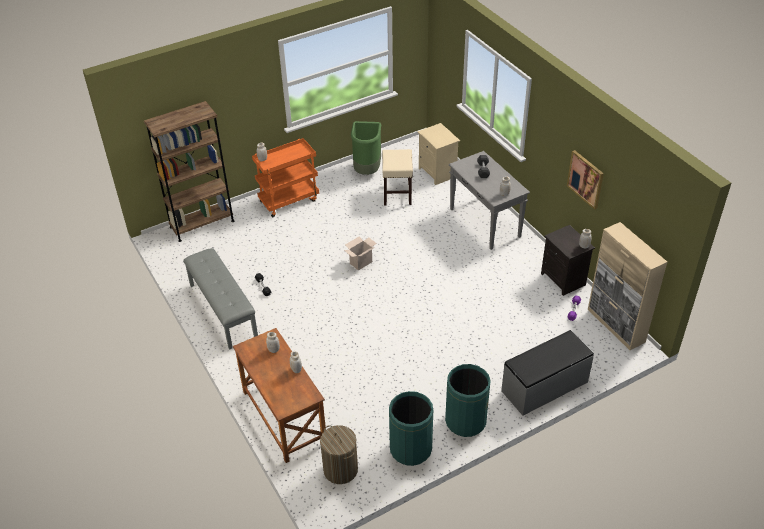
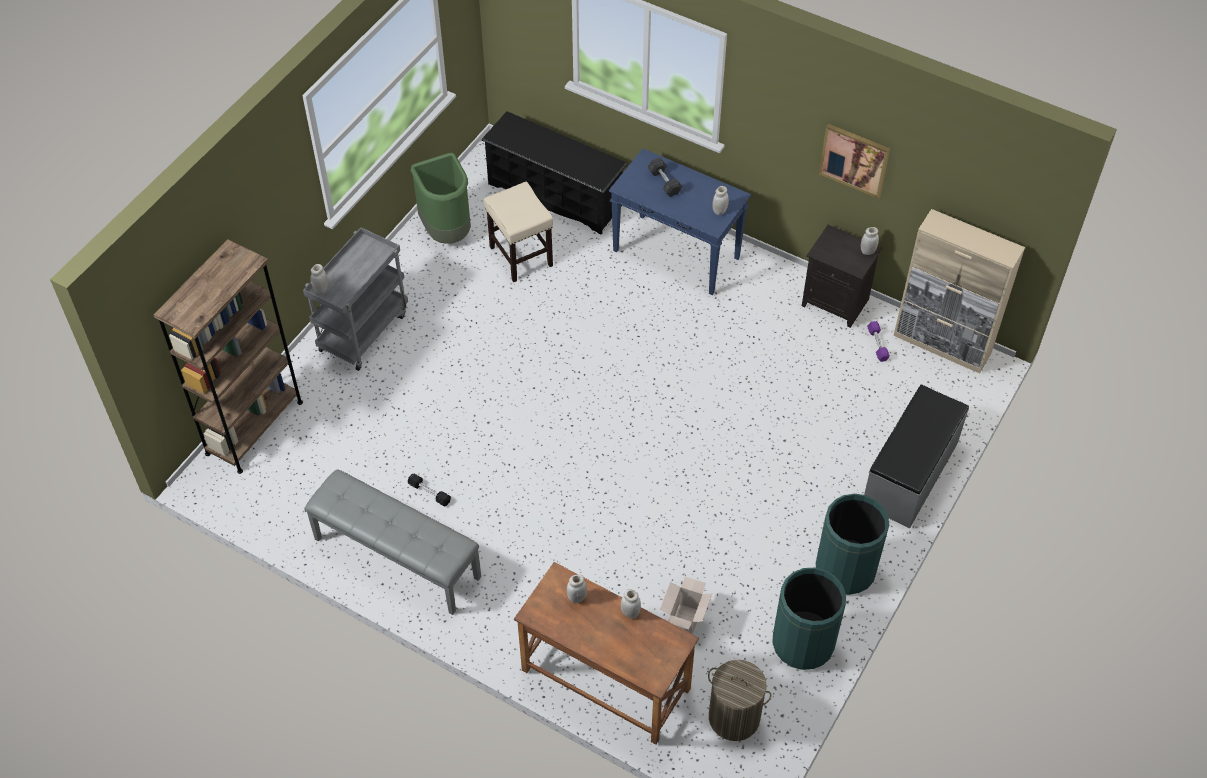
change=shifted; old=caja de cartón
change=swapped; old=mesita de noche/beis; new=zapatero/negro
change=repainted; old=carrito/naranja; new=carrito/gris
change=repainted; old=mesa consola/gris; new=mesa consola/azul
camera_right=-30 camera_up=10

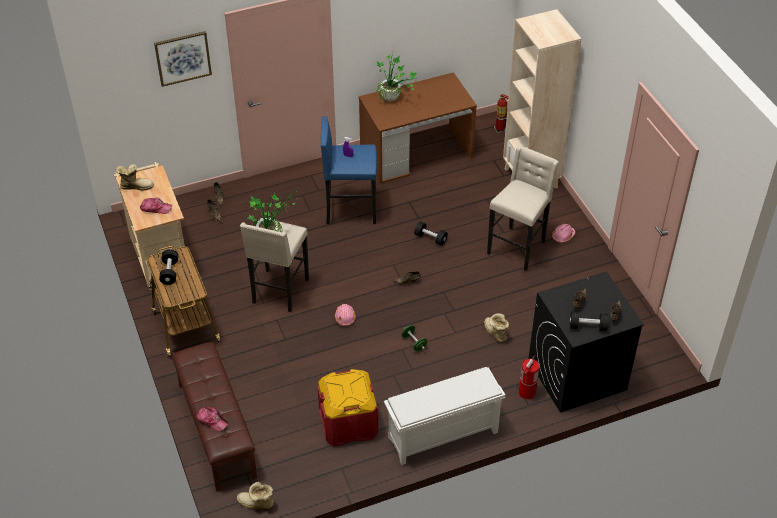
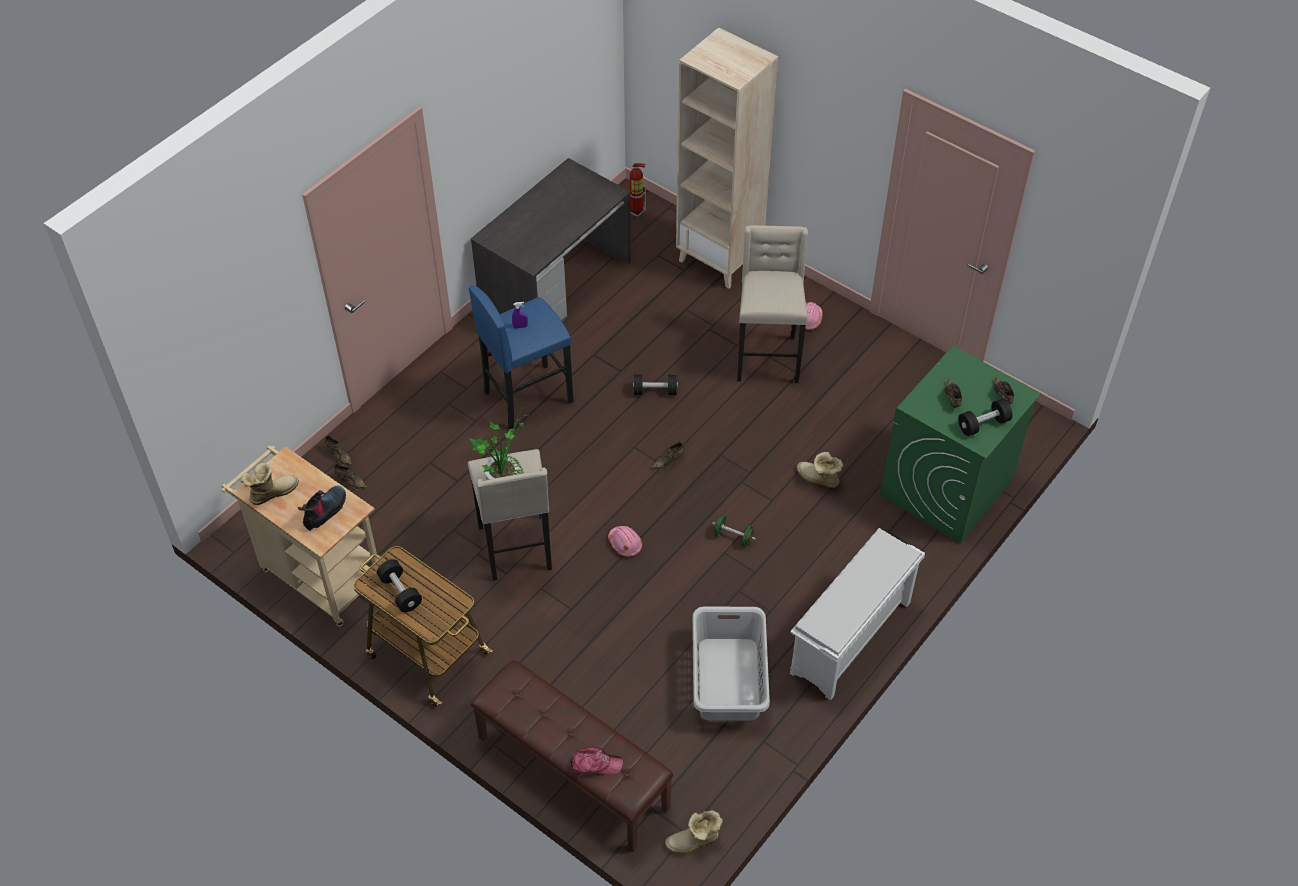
change=gone; old=cuadro
change=gone; old=planta en maceta (no. 2 from left)
change=gone; old=extintor (no. 2 from left)
change=swapped; old=gorra (no. 1 from left); new=bota (no. 2 from left)
change=swapped; old=caja de almacenaje/rojo; new=cesto de la ropa/gris
change=repainted; old=escritorio/marrón; new=escritorio/gris
change=repainted; old=lavadora/negro; new=lavadora/verde
camera_right=-30 camera_up=5

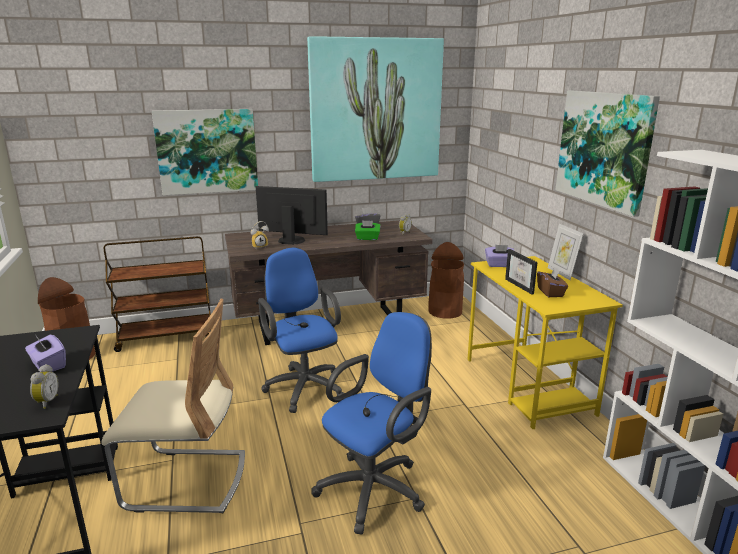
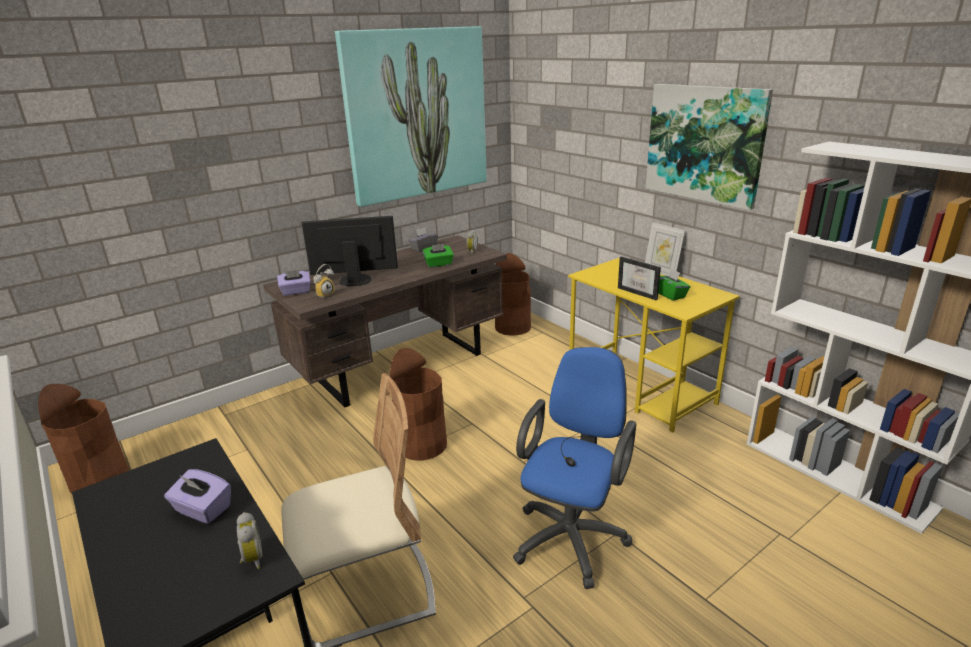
change=gone; old=carrito/marrón
change=gone; old=cuadro (no. 1 from left)
change=shifted; old=caja de pañuelos/morado (no. 2 from left)
change=swapped; old=silla de oficina/azul (no. 1 from left); new=papelera/marrón (no. 2 from left)
change=repainted; old=caja de pañuelos/marrón; new=caja de pañuelos/verde (no. 2 from left)
camera_right=-20 camera_up=5

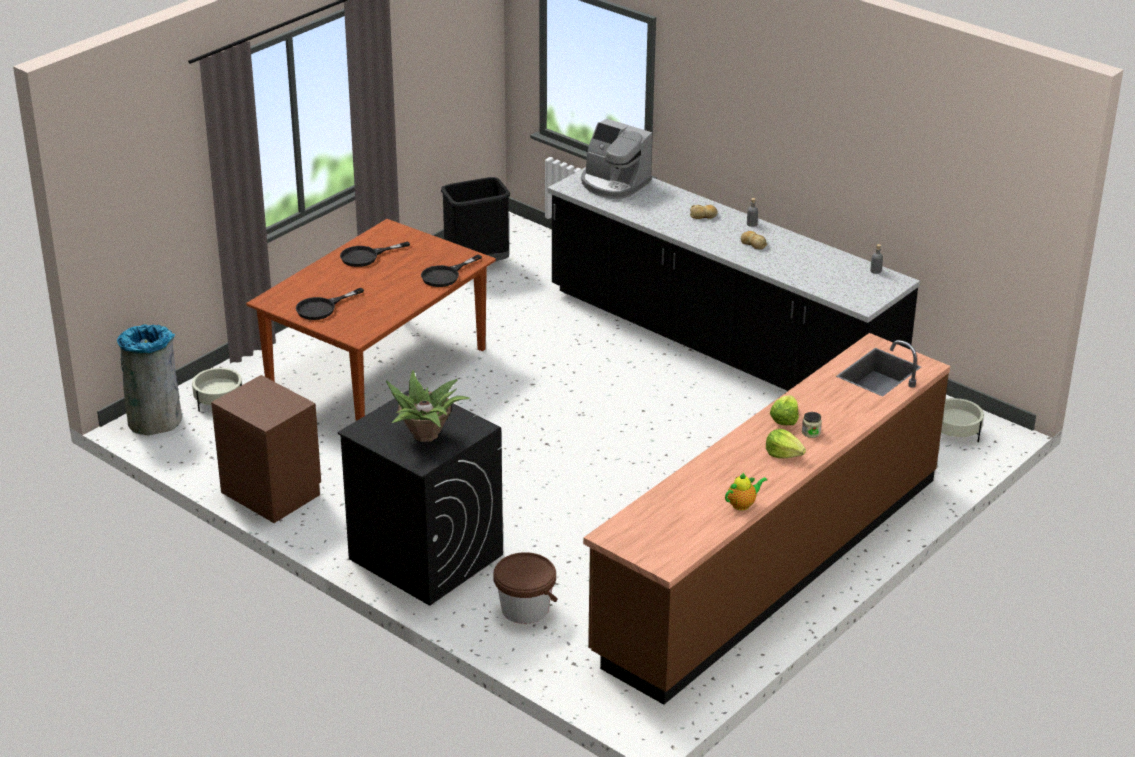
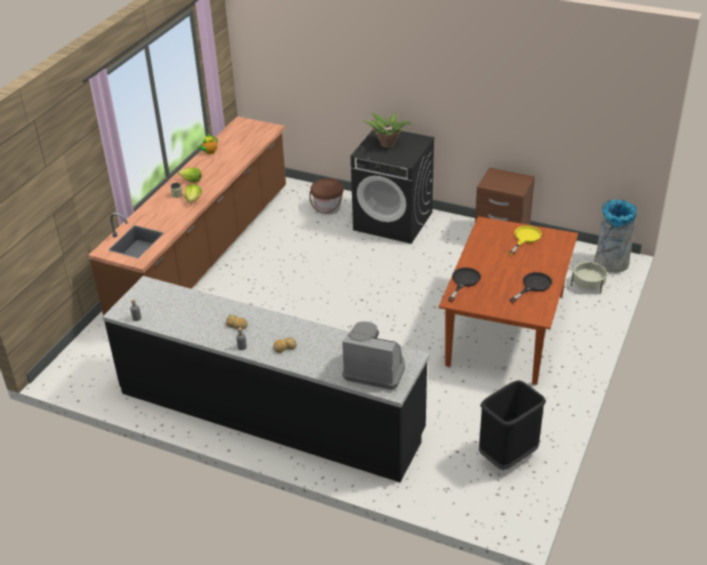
change=gone; old=maceta/beis (no. 2 from left)
change=repainted; old=sartén/negro (no. 1 from left); new=sartén/amarillo
camera_right=165 camera_up=5

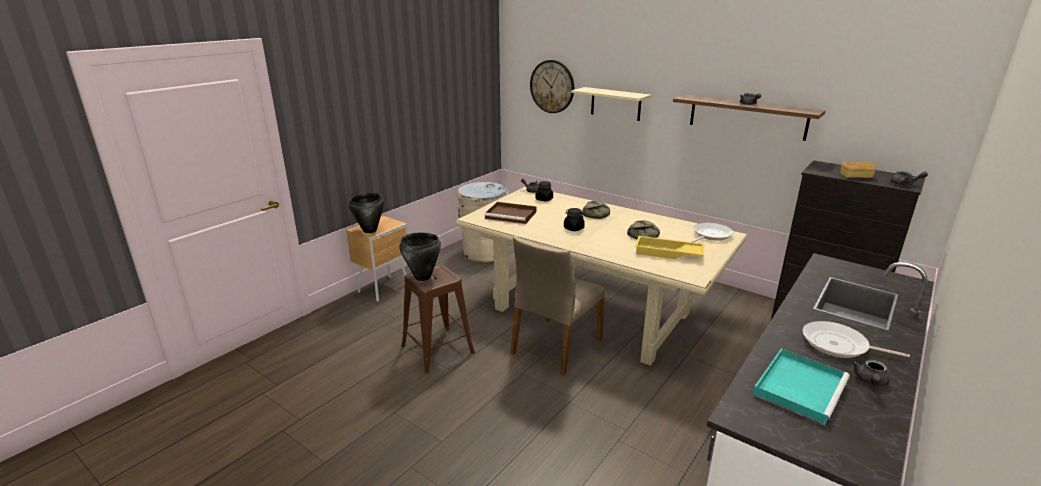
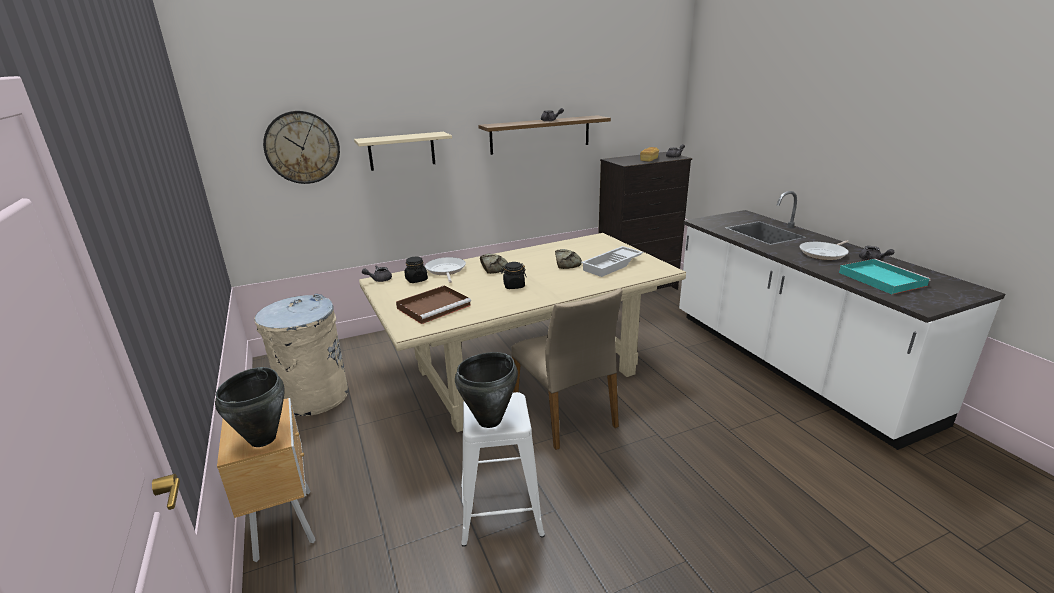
change=shifted; old=sartén (no. 1 from left)
change=repainted; old=taburete/marrón; new=taburete/blanco
change=repainted; old=bandeja/amarillo; new=bandeja/blanco
camera_right=-60 camera_up=0

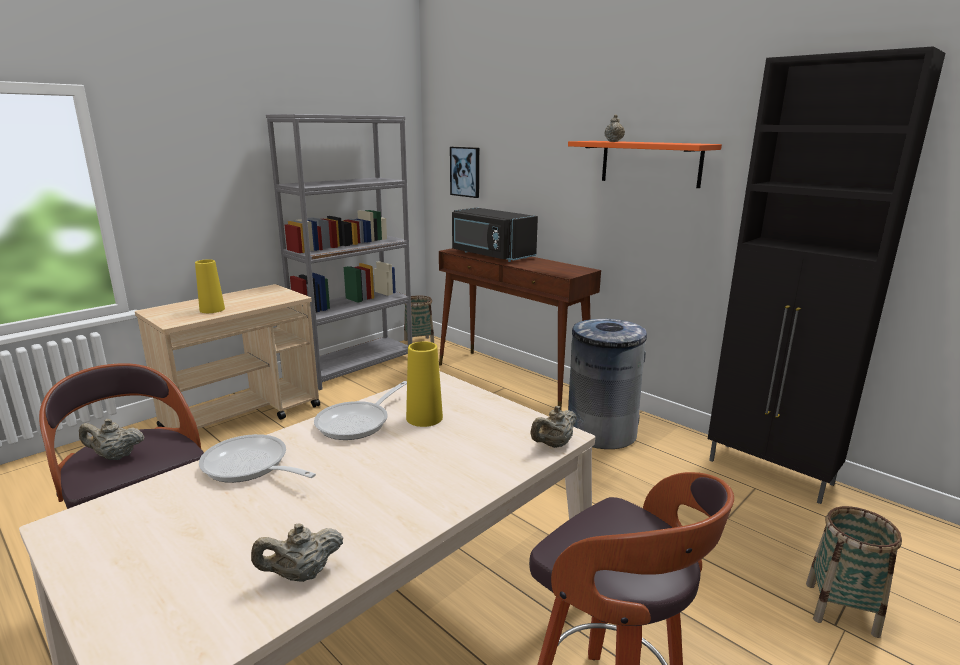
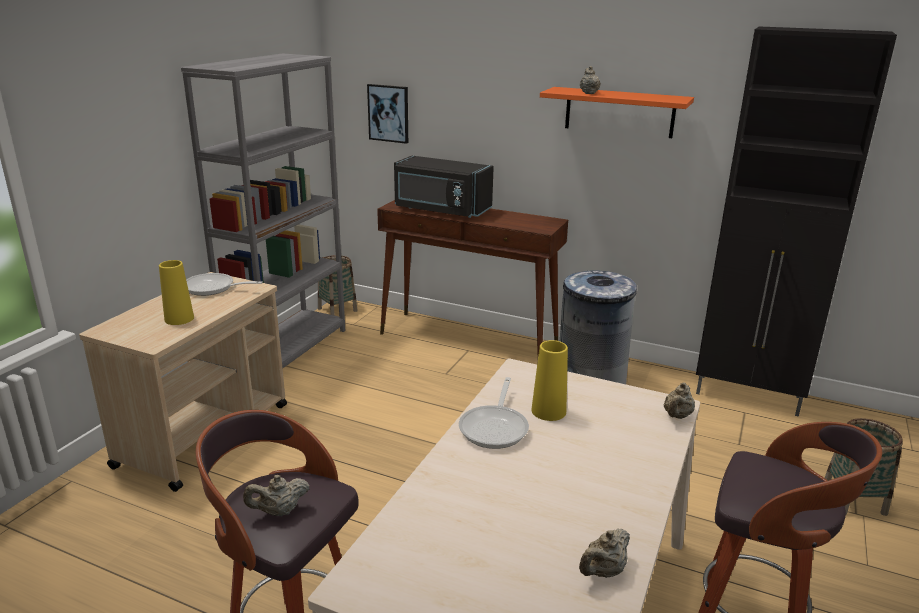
change=shifted; old=sartén (no. 1 from left)
camera_right=-20 camera_up=5

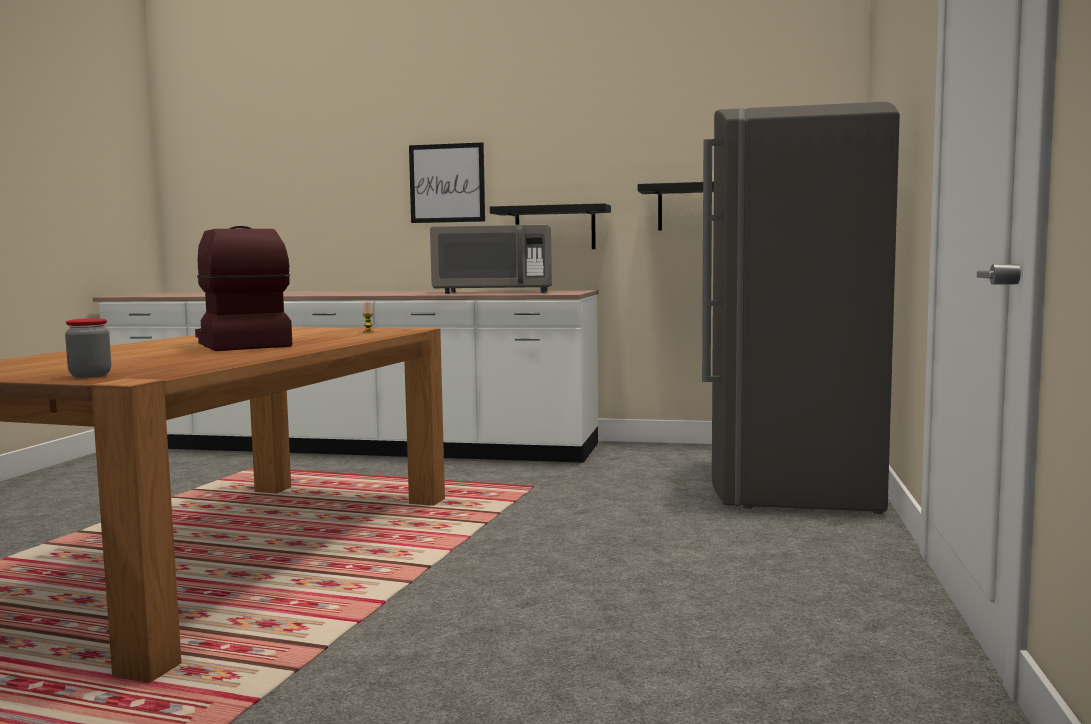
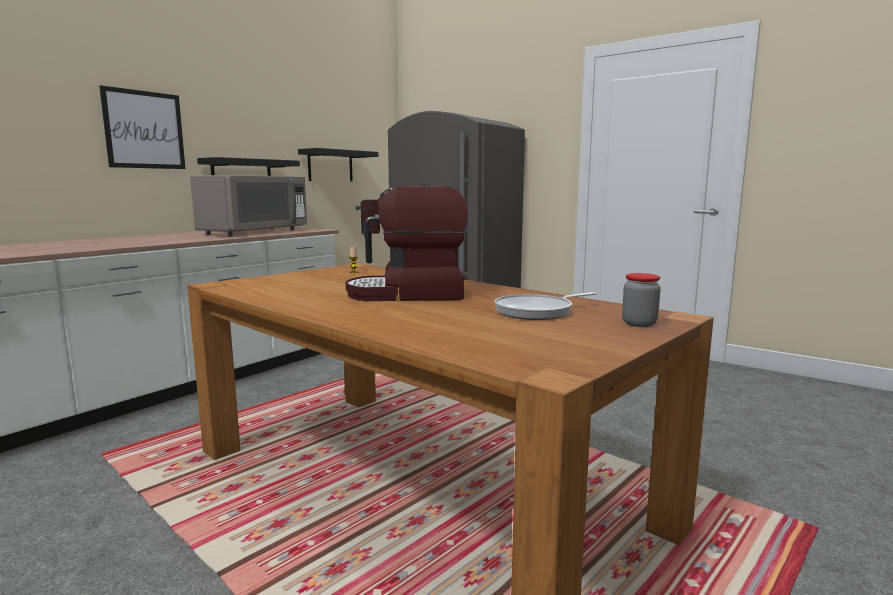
change=new; new=sartén
camera_right=-65 camera_up=5

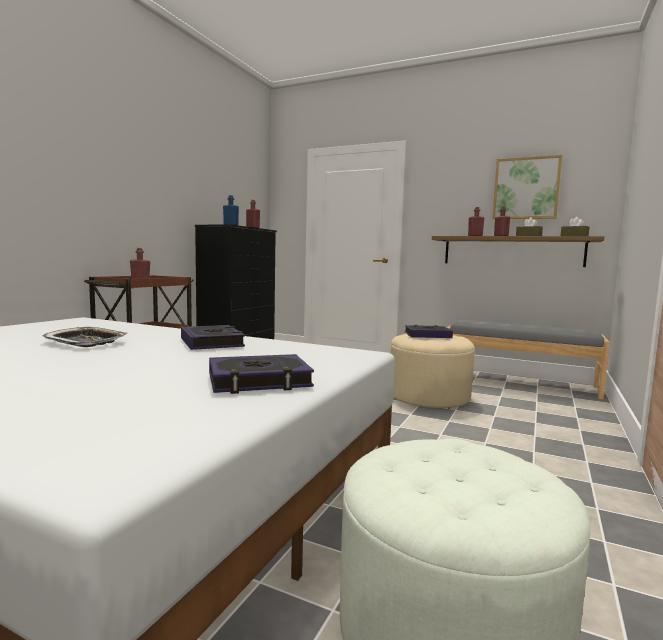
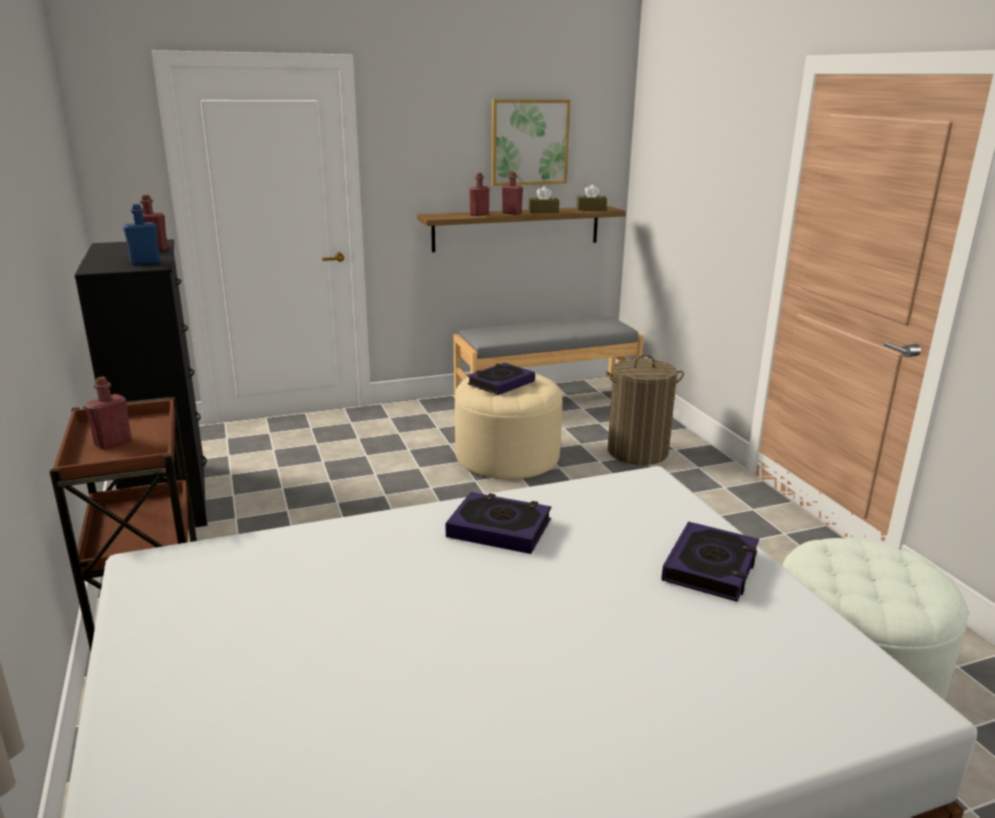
change=gone; old=bandeja
change=new; new=cesto de la ropa
camera_right=-45 camera_up=15

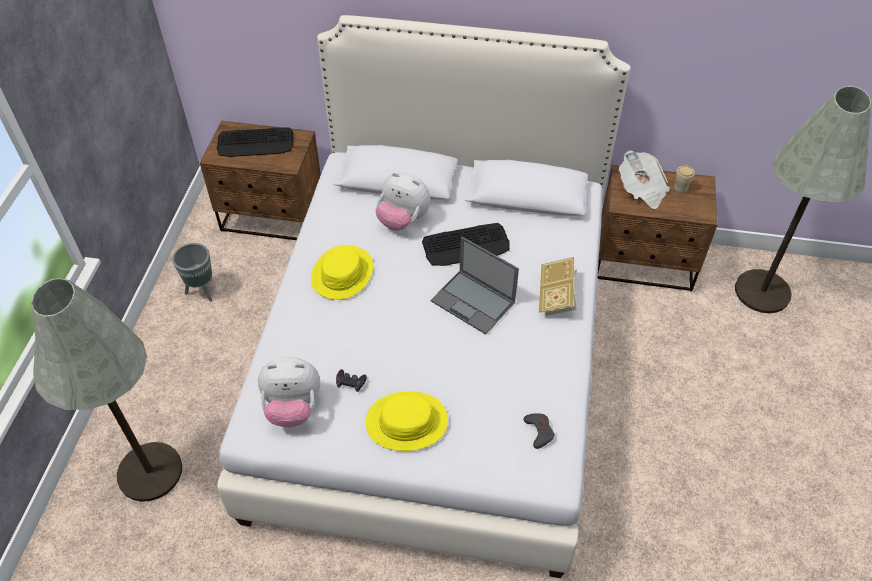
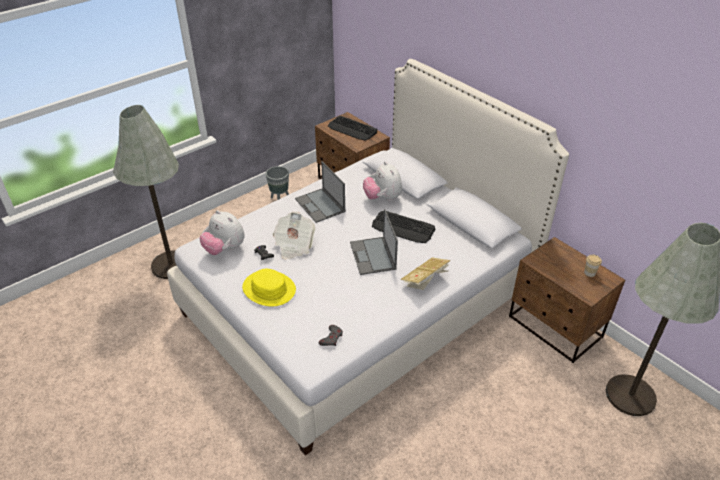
change=shifted; old=periódico
change=swapped; old=sombrero/amarillo (no. 1 from left); new=portátil (no. 1 from left)
camera_right=40 camera_up=-10

